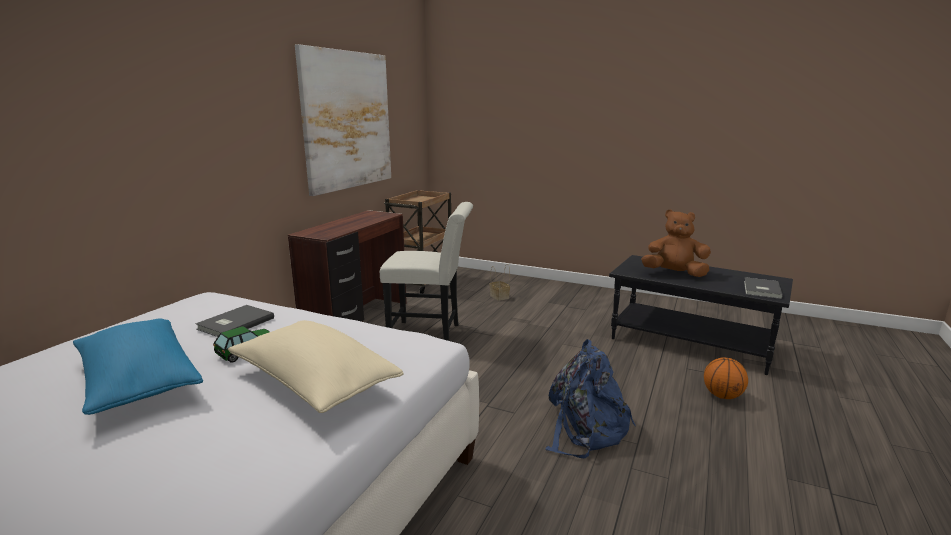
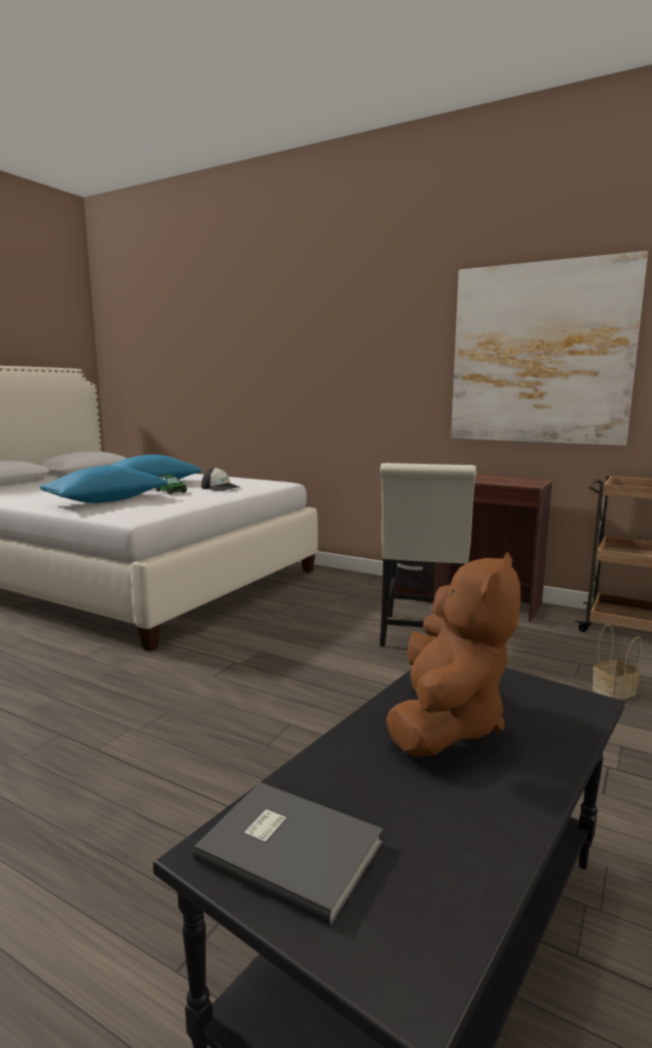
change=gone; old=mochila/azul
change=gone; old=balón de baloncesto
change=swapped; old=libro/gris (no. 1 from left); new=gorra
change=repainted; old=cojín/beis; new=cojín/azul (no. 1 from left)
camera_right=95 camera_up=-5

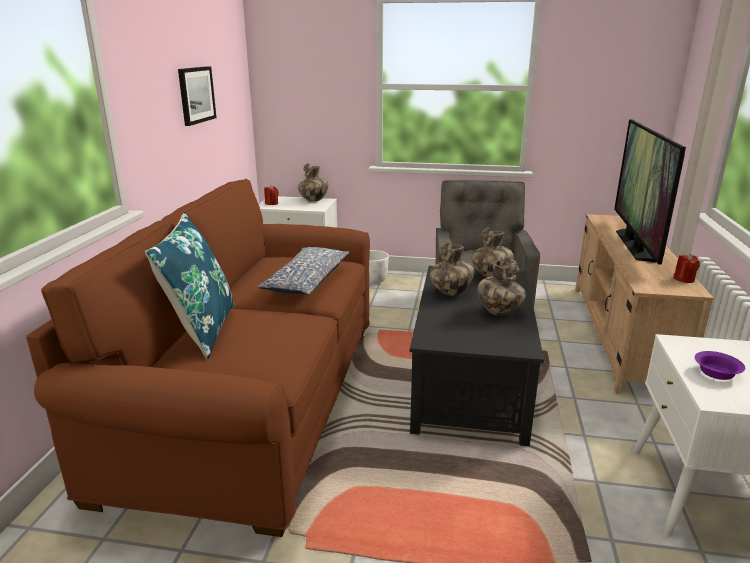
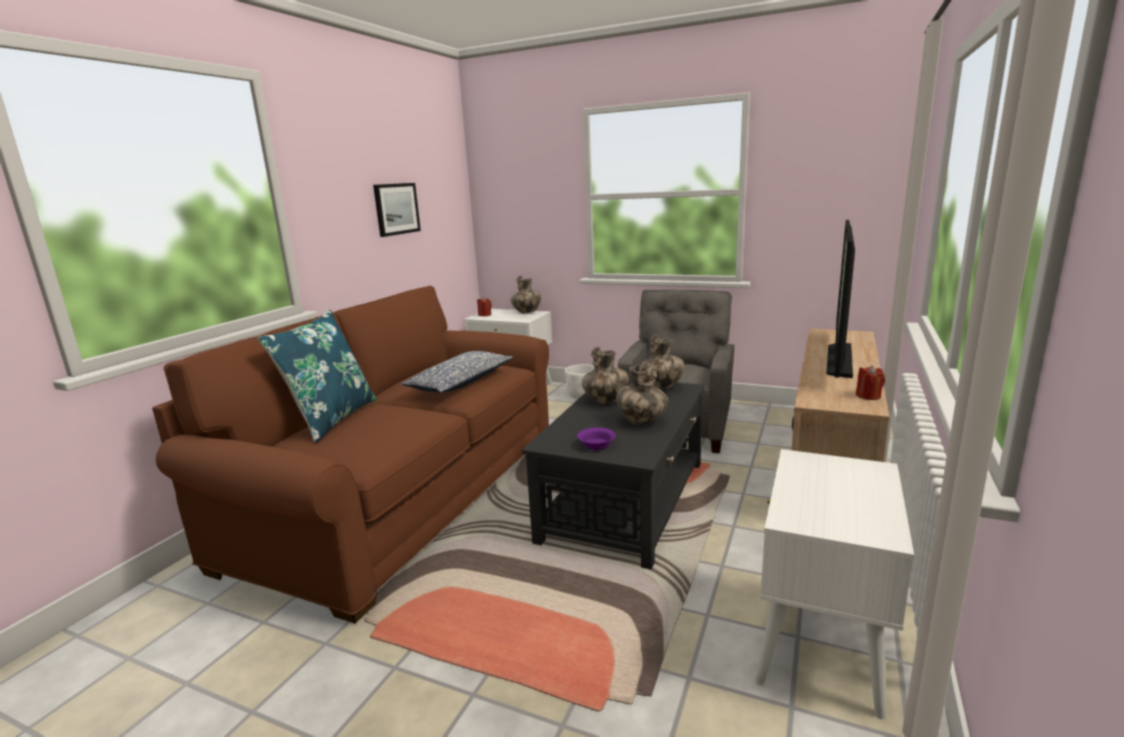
change=shifted; old=cuenco/morado
camera_right=15 camera_up=-5

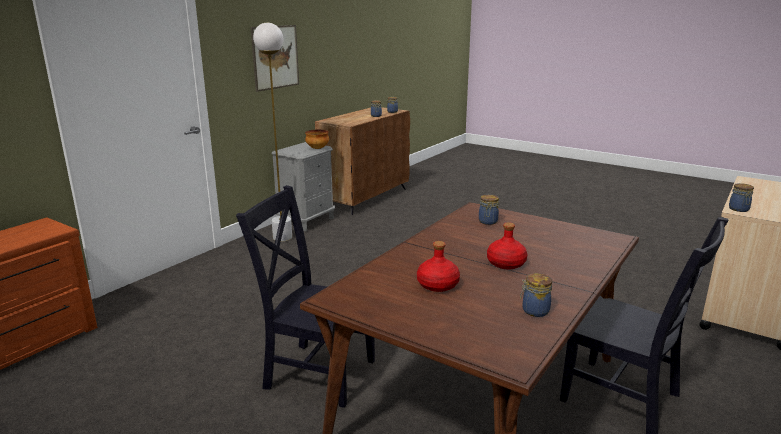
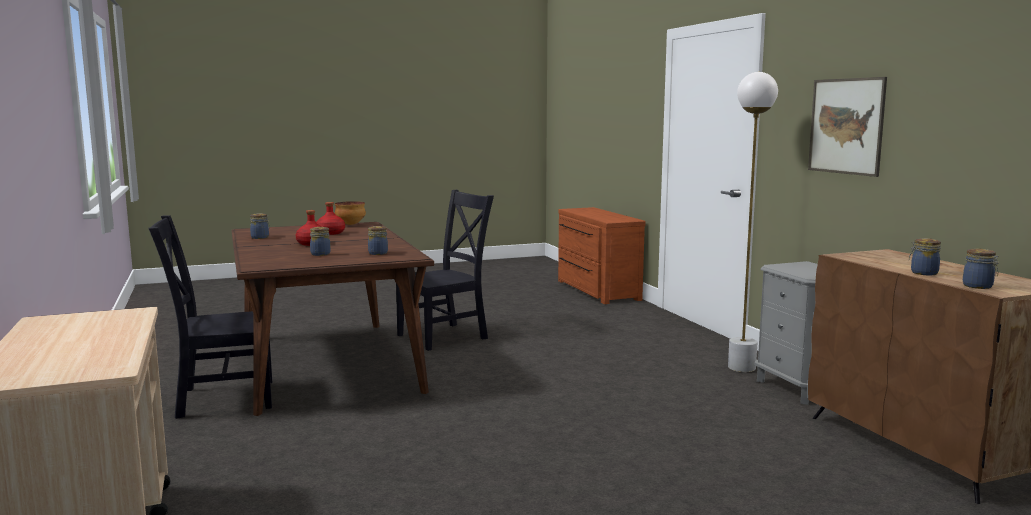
change=shifted; old=cuenco
change=shifted; old=tarro (no. 5 from left in the first image); new=tarro (no. 2 from left)
camera_right=125 camera_up=-10

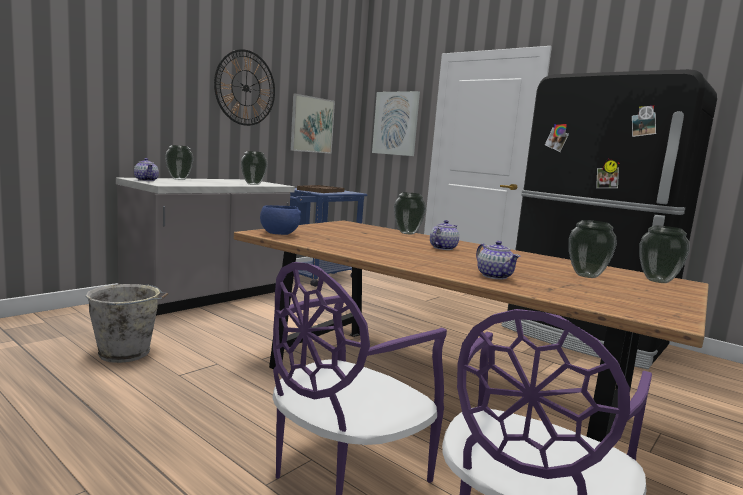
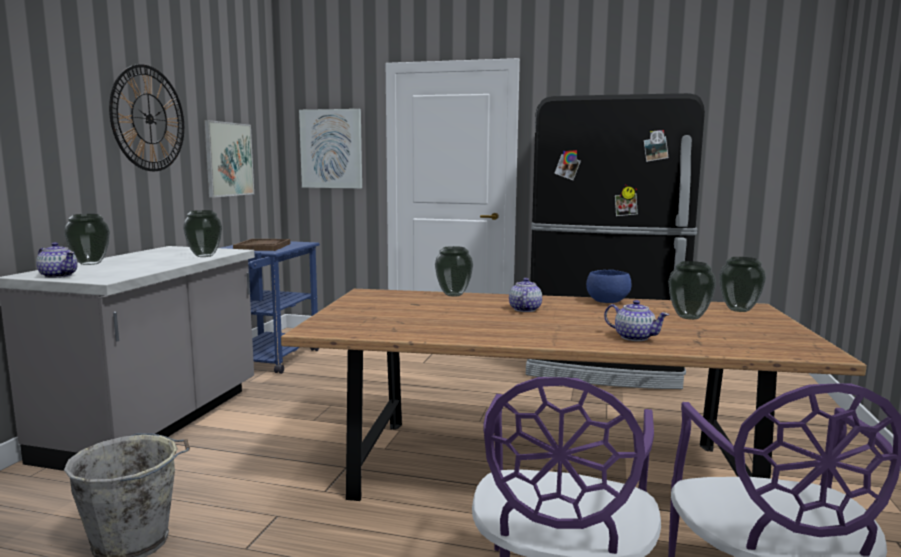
change=shifted; old=cuenco/azul
camera_right=-25 camera_up=0

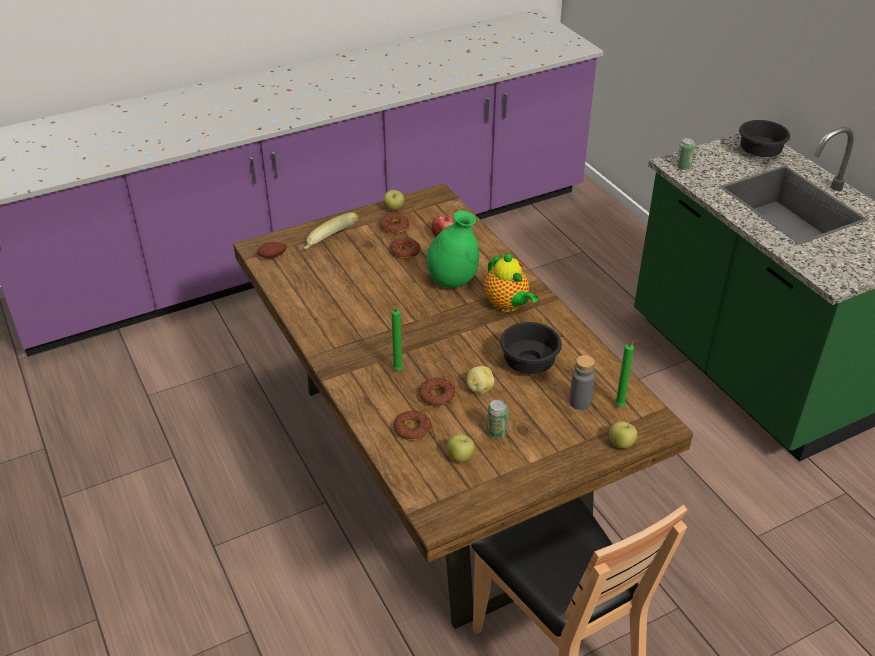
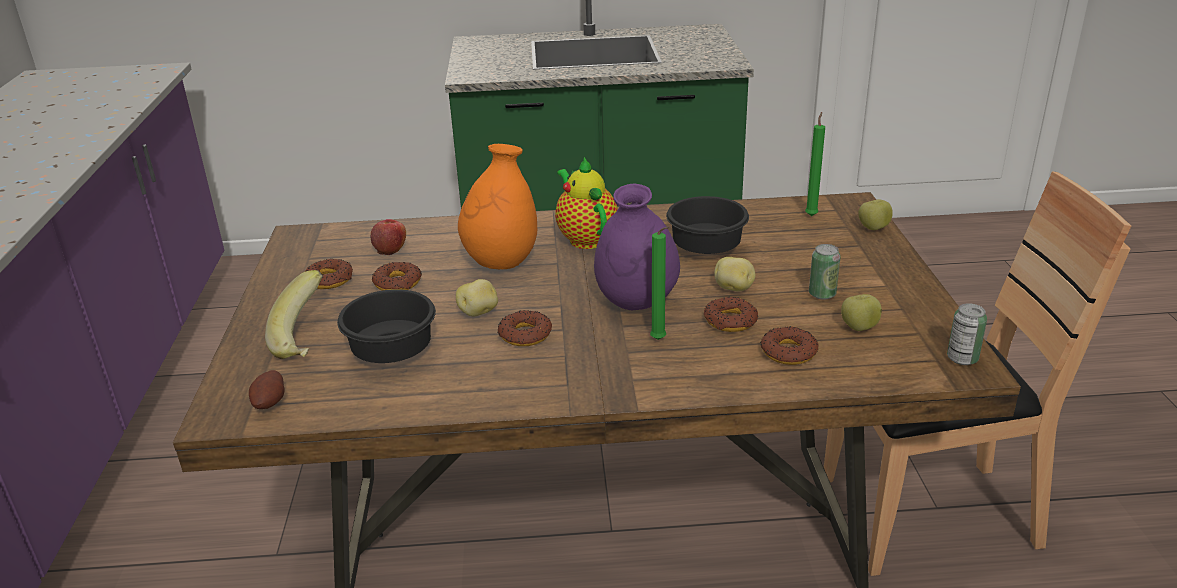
change=gone; old=manzana (no. 1 from left)
change=gone; old=botella/gris
change=new; new=patata (no. 2 from left)
change=new; new=rosquilla (no. 3 from left)
change=new; new=florero/morado
change=shifted; old=lata (no. 2 from left)
change=shifted; old=cuenco/negro (no. 2 from left in the first image); new=cuenco/negro (no. 1 from left)
change=repainted; old=florero/verde; new=florero/naranja
change=rotated; old=tetera; degrees=-105
camera_right=-65 camera_up=-10

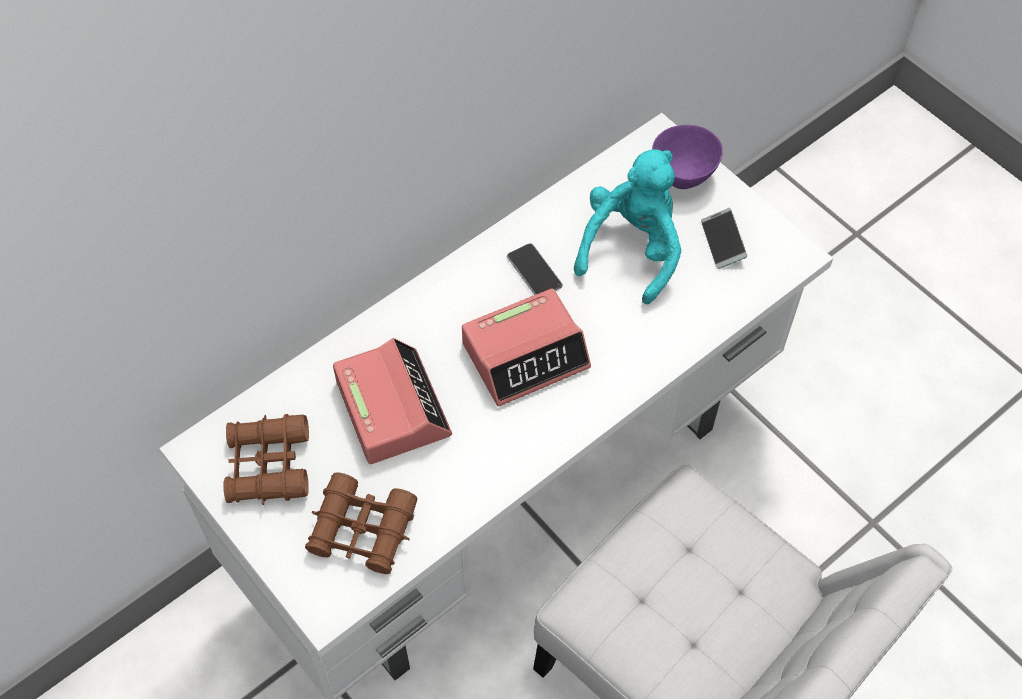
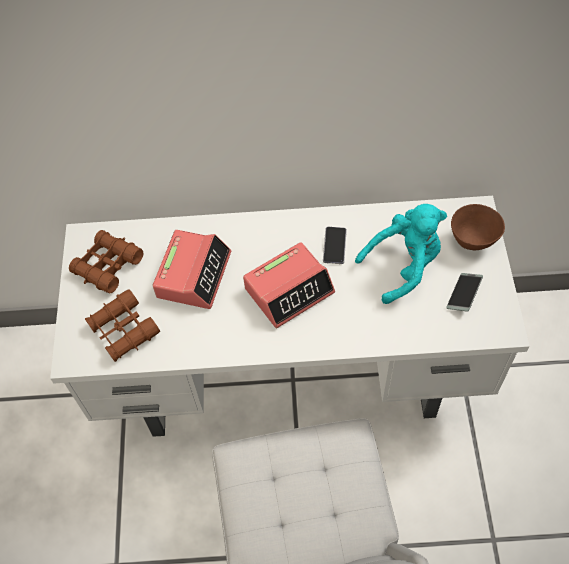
change=repainted; old=cuenco/morado; new=cuenco/marrón
change=rotated; old=despertador (no. 2 from left); degrees=-45
camera_right=40 camera_up=0

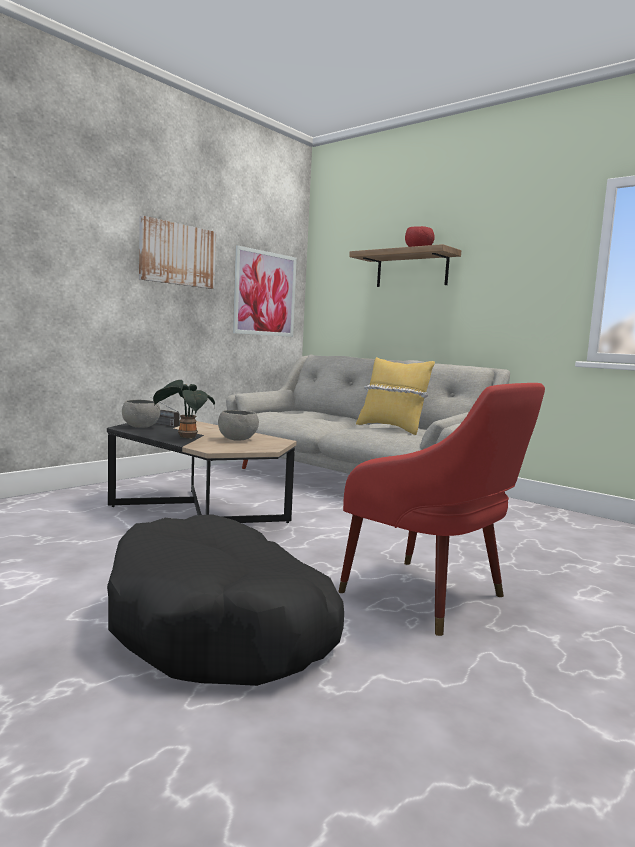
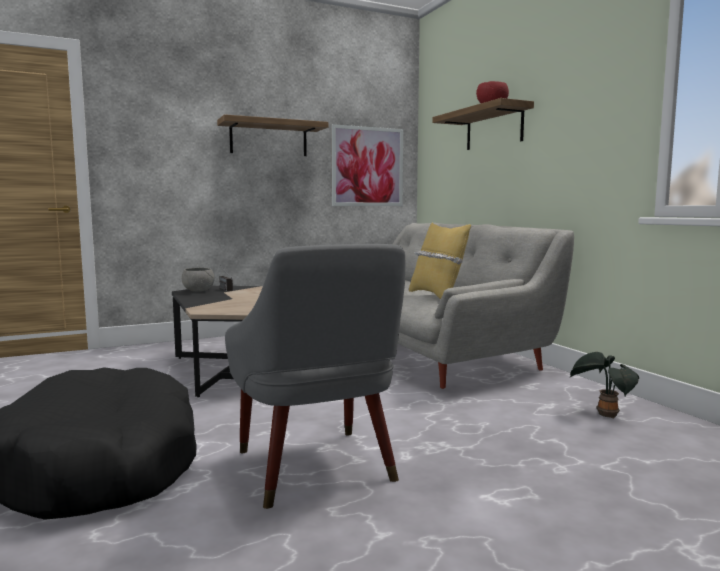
change=gone; old=cuenco/gris (no. 2 from left)
change=shifted; old=planta en maceta
change=swapped; old=cuadro (no. 1 from left); new=estante (no. 1 from left)
change=repainted; old=sillón/rojo; new=sillón/gris
camera_right=25 camera_up=0

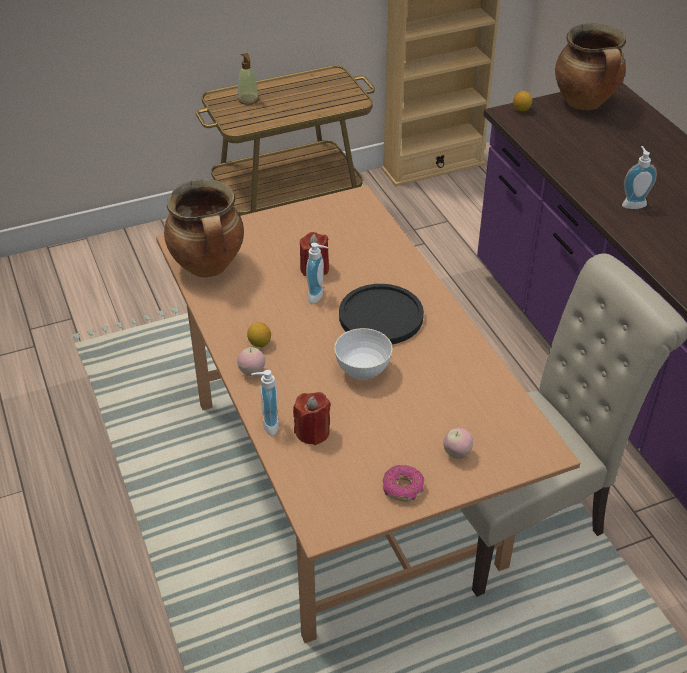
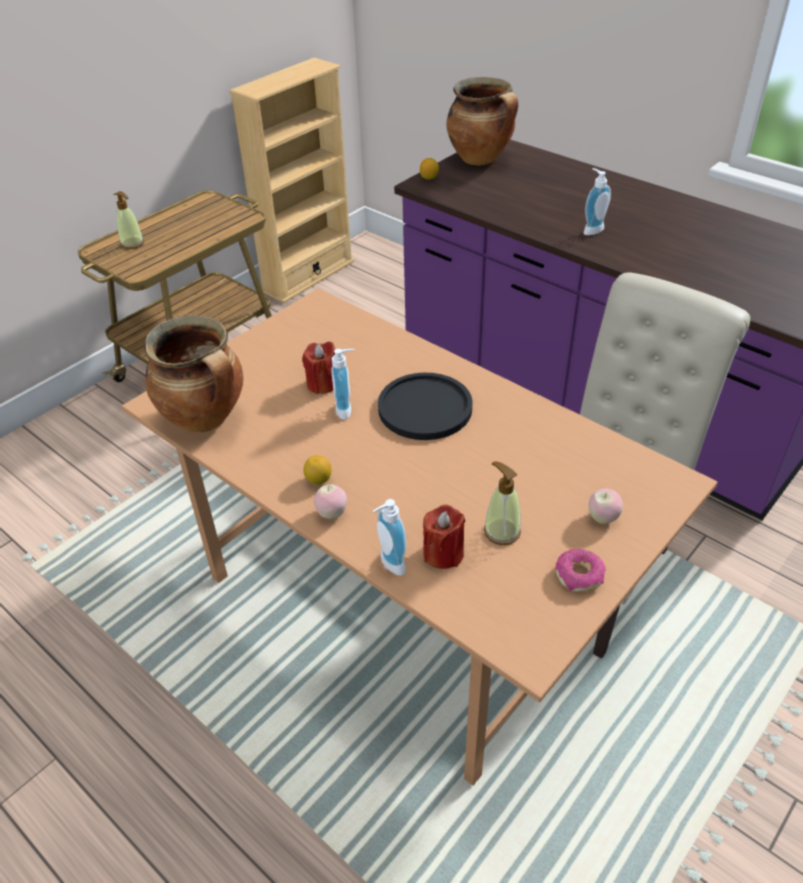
change=gone; old=cuenco/blanco
change=new; new=dispensador de jabón (no. 4 from left)
camera_right=-25 camera_up=0

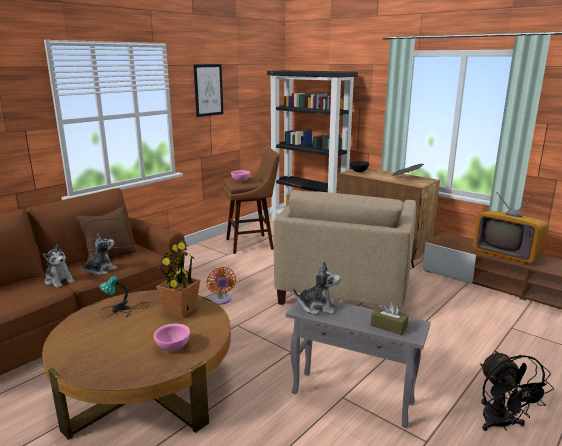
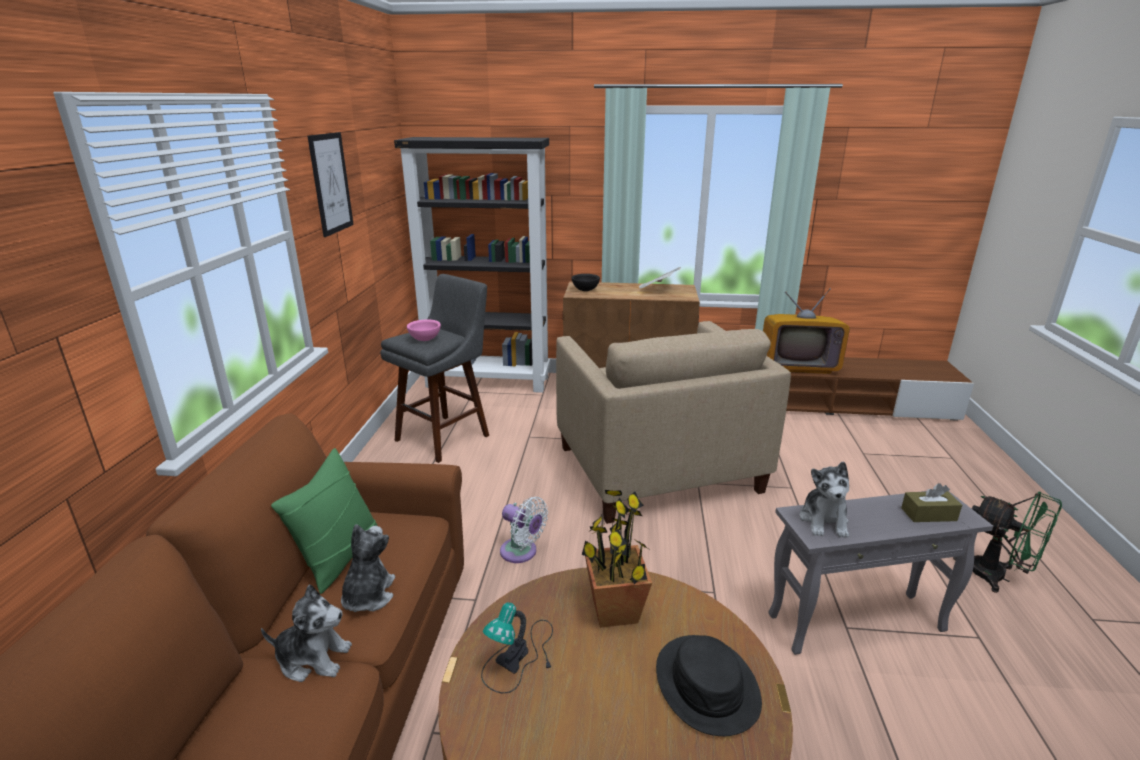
change=swapped; old=cuenco/rosa (no. 1 from left); new=sombrero/negro
change=repainted; old=cojín/marrón; new=cojín/verde
change=repainted; old=ventilador/naranja; new=ventilador/blanco
change=repainted; old=taburete/marrón; new=taburete/gris
change=repainted; old=ventilador/negro; new=ventilador/verde
change=rotated; old=peluche (no. 3 from left); degrees=120
camera_right=-35 camera_up=5

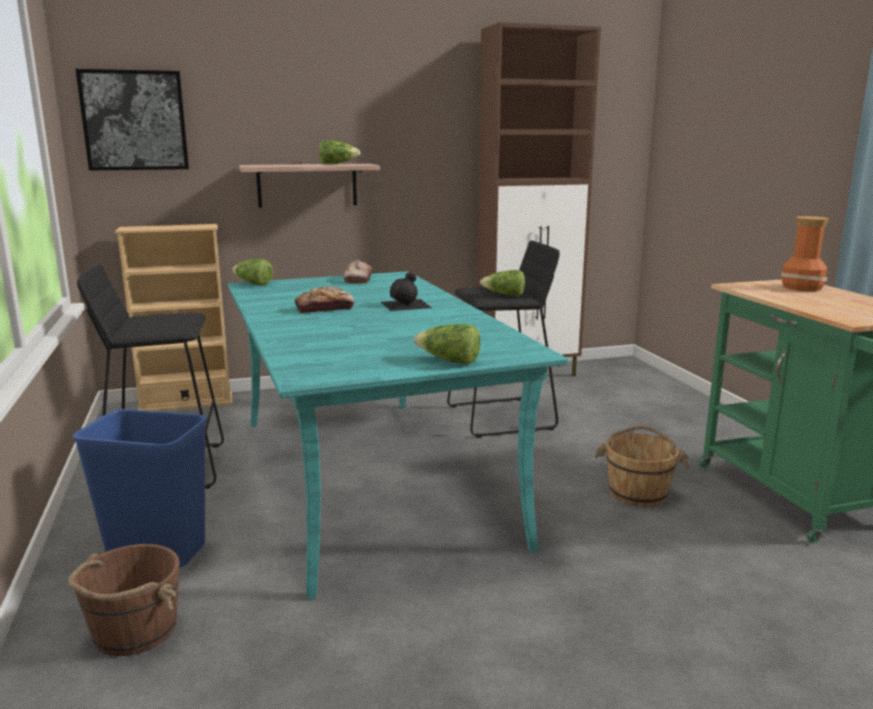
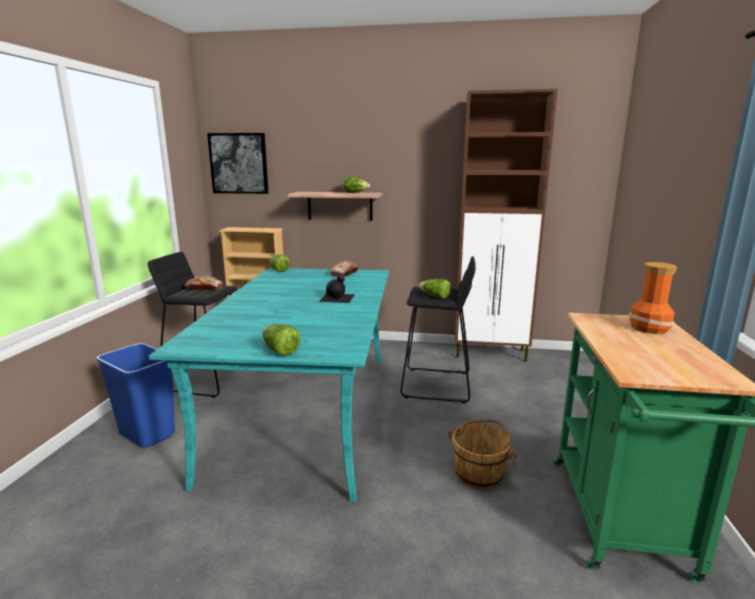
change=gone; old=cubo/marrón (no. 1 from left)
change=shifted; old=pan (no. 1 from left)
camera_right=25 camera_up=0

